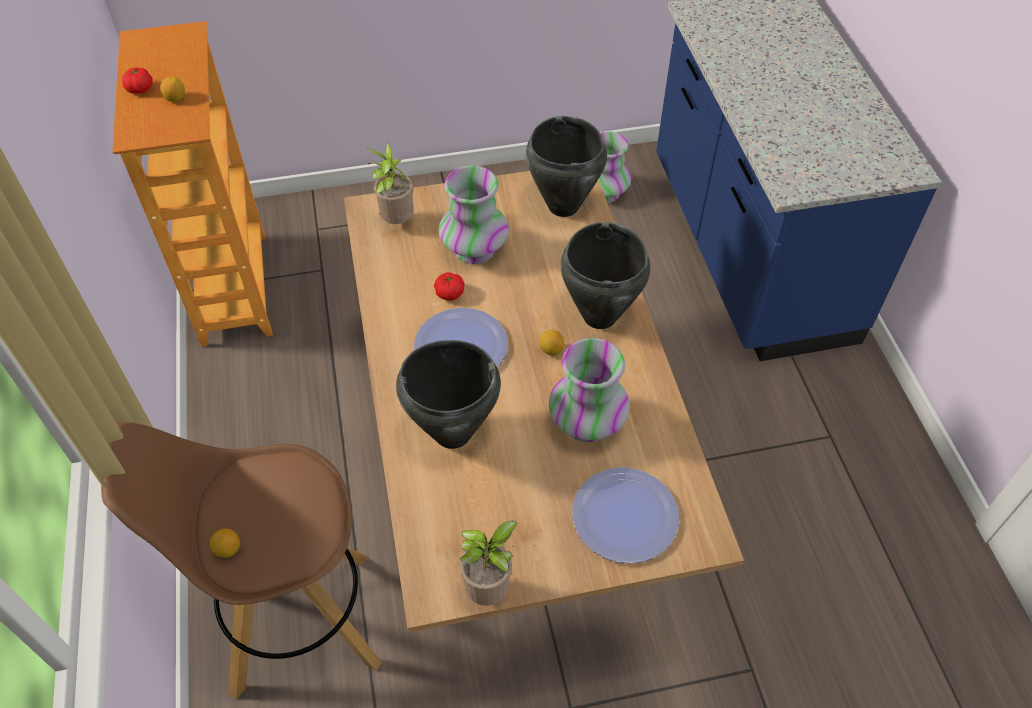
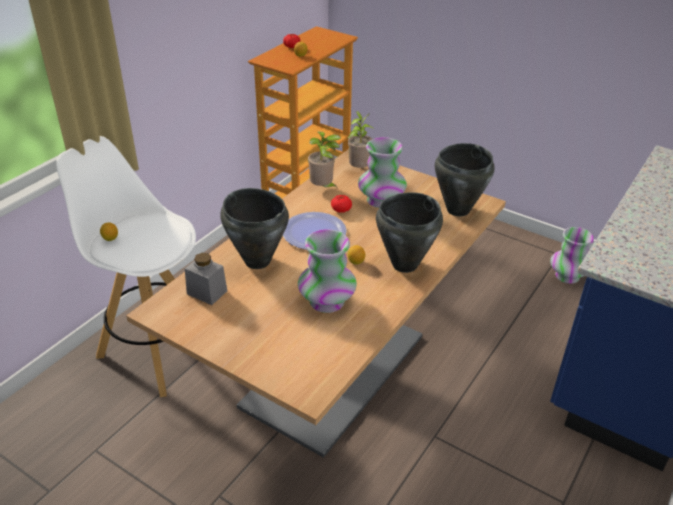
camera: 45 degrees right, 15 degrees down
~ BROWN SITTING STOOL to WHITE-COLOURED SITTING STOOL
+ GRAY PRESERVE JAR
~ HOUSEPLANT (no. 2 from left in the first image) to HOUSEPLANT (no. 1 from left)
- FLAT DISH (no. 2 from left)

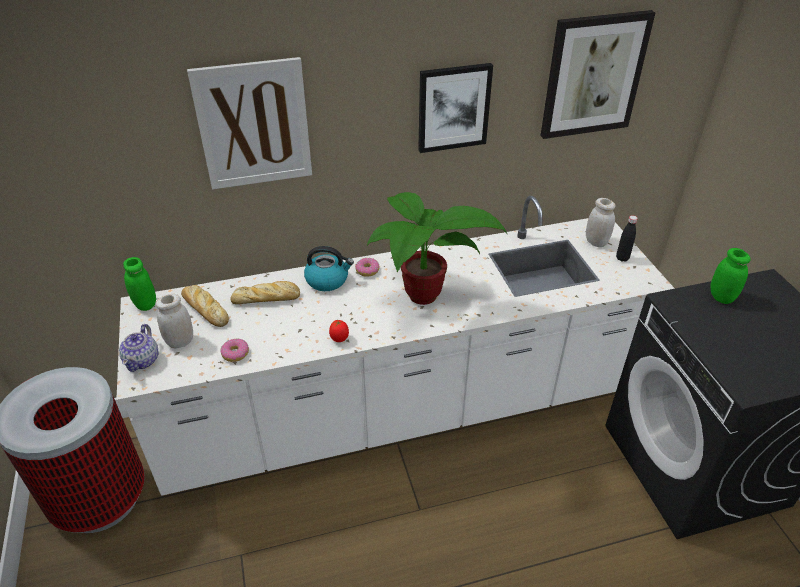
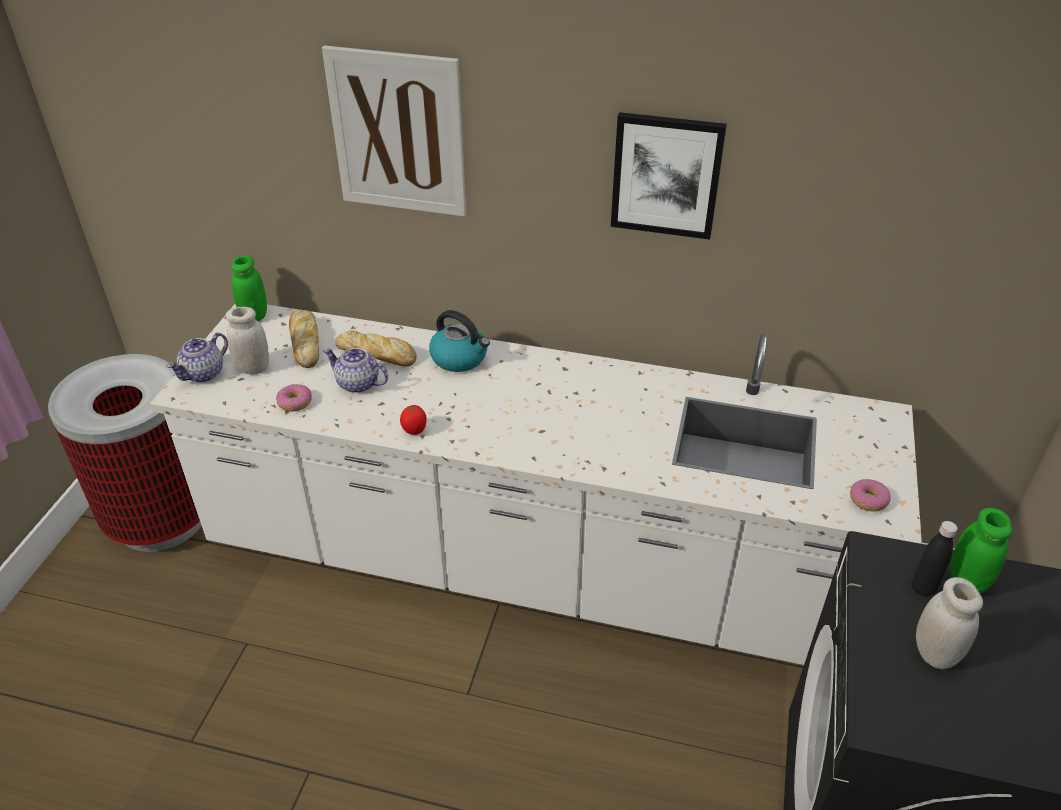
camera: 30 degrees right, 0 degrees up
+ POT FOR TEA (no. 2 from left)
~ DONUT (no. 2 from left)
~ BLACKISH DRINK BOTTLE
~ WHITE-COLOURED PRESERVE JAR (no. 2 from left)
- HOUSEPLANT
- WALL PICTURE (no. 3 from left)

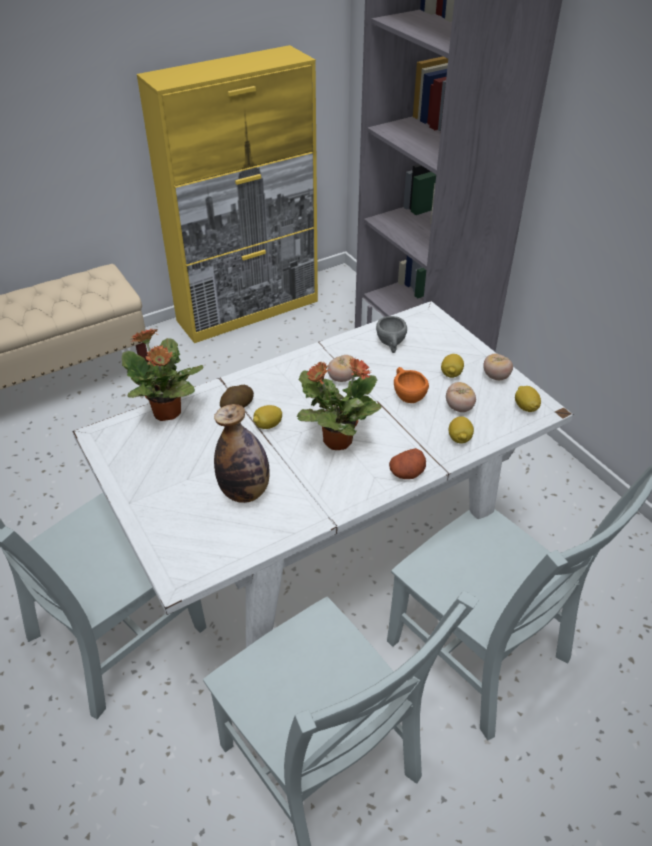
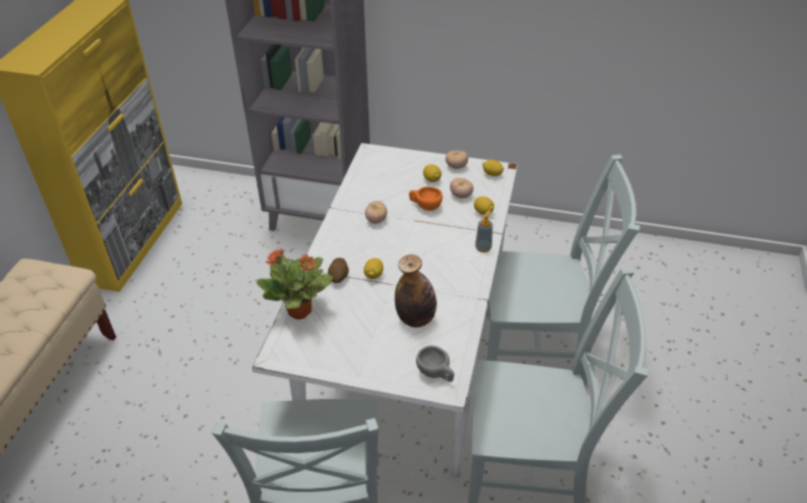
camera: 45 degrees left, 0 degrees up
~ GRAY DRINKING CUP
~ WHOLE POTATO (no. 2 from left) to SOAP DISPENSER
- HOUSEPLANT (no. 2 from left)

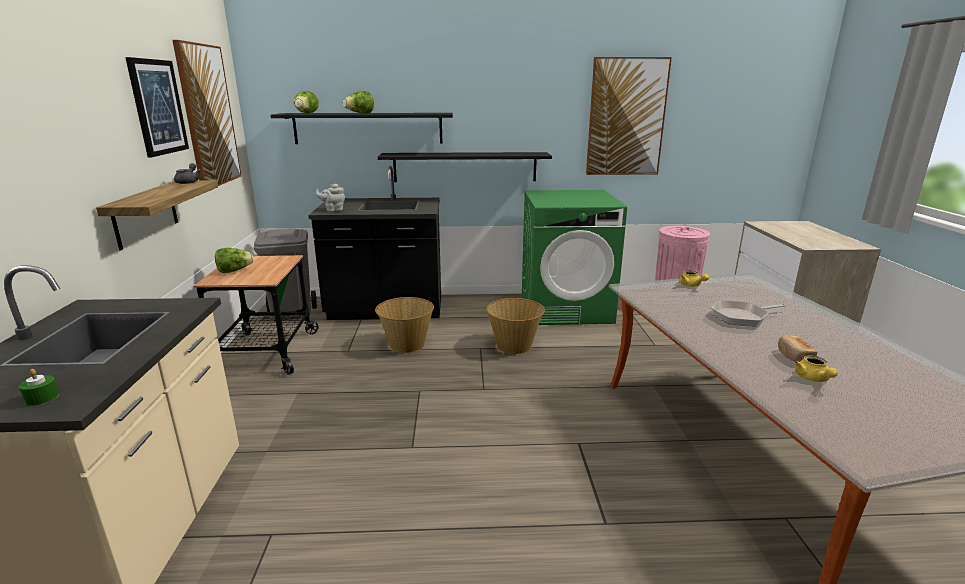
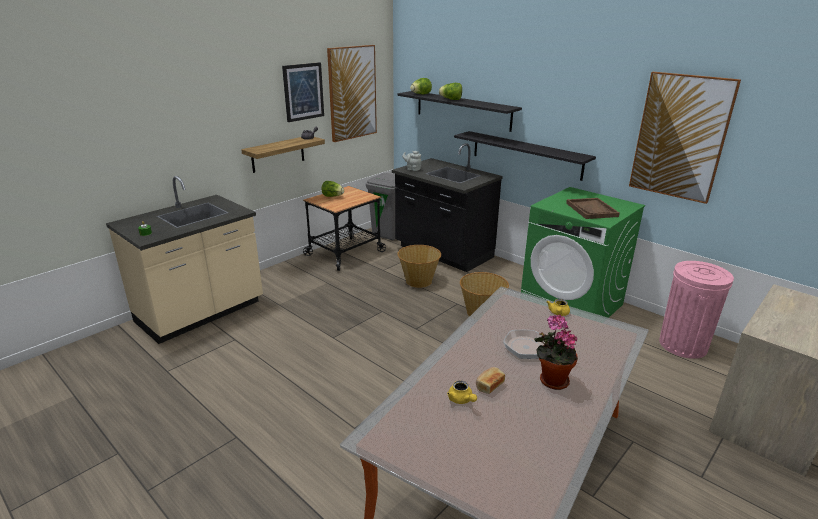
camera: 45 degrees right, 5 degrees up
~ YELLOW POT FOR TEA (no. 2 from left in the first image) 75 degrees counterclockwise
+ HOUSEPLANT
+ BROWN CARRYING TRAY

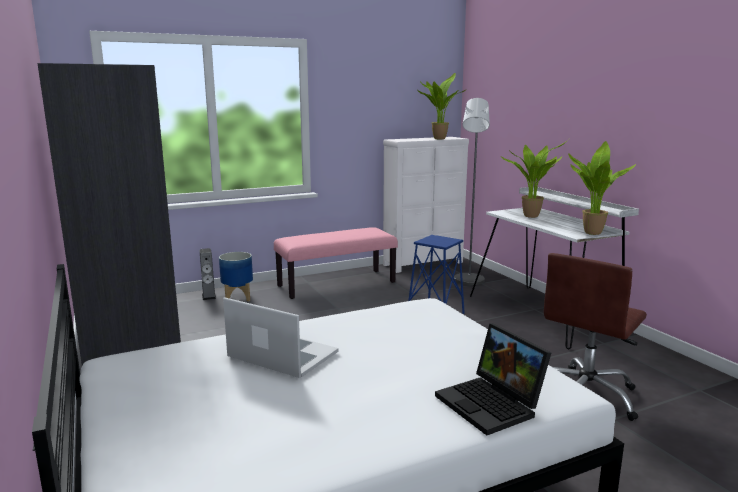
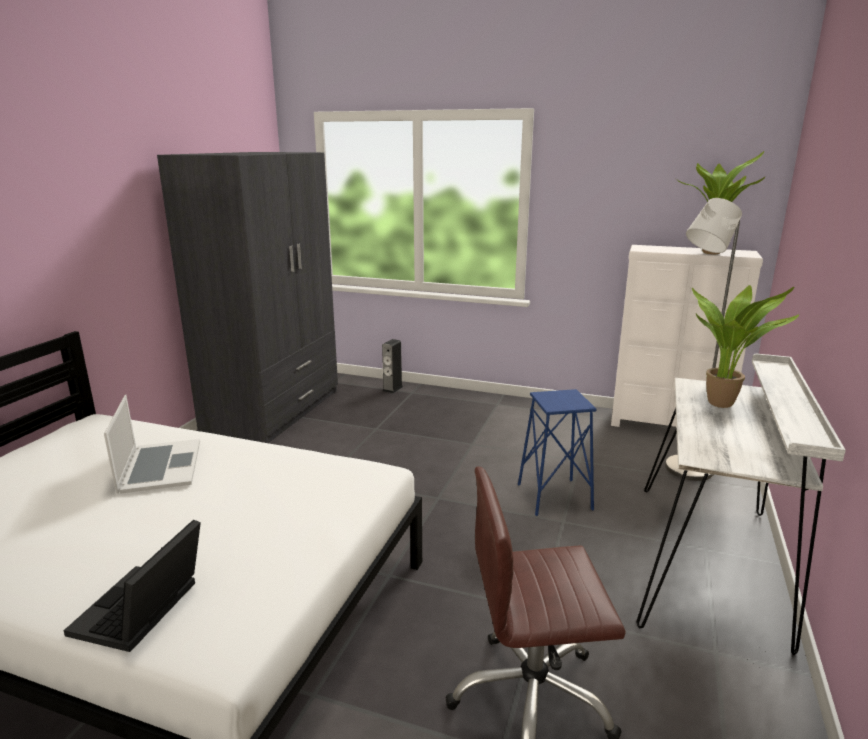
camera: 45 degrees right, 5 degrees up
- PLANT POT
- PINK-COLOURED BENCH
- HOUSEPLANT (no. 3 from left)

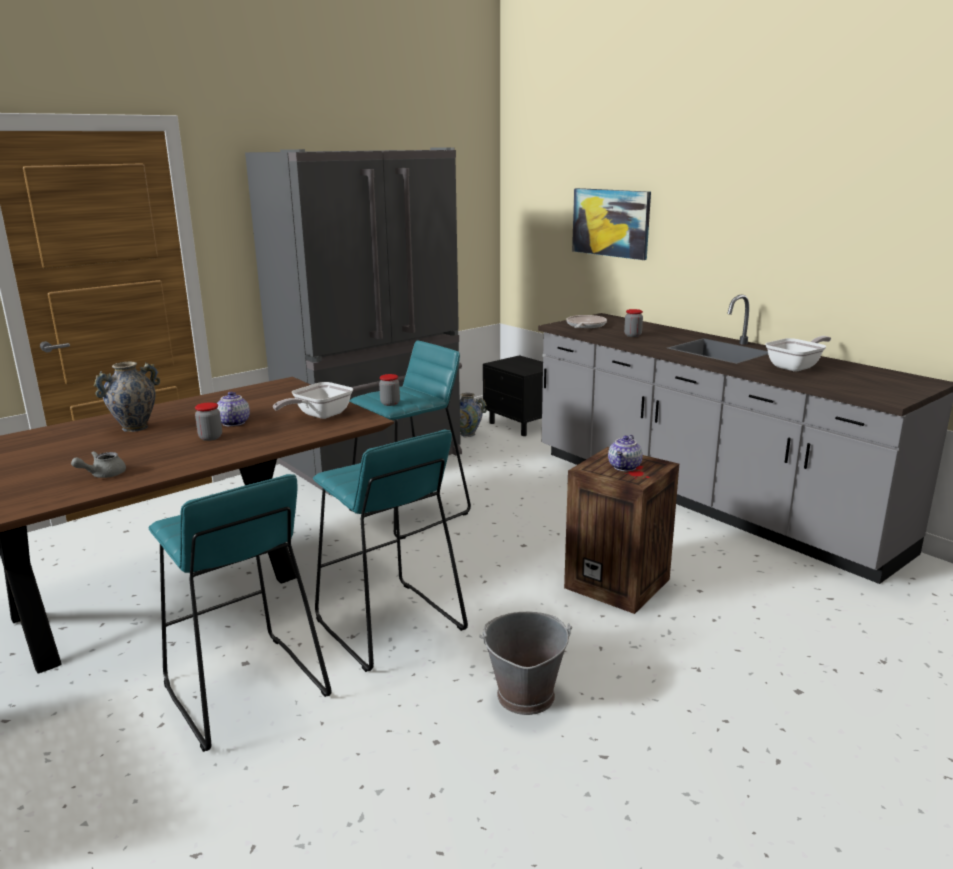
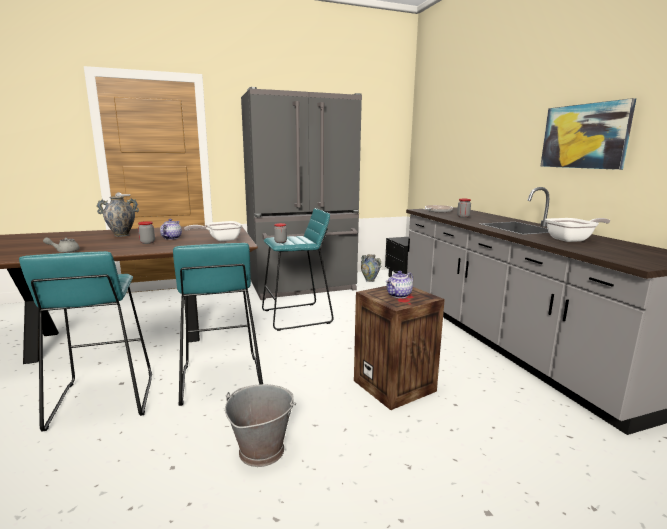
camera: 20 degrees right, 5 degrees down
~ WALL PICTURE

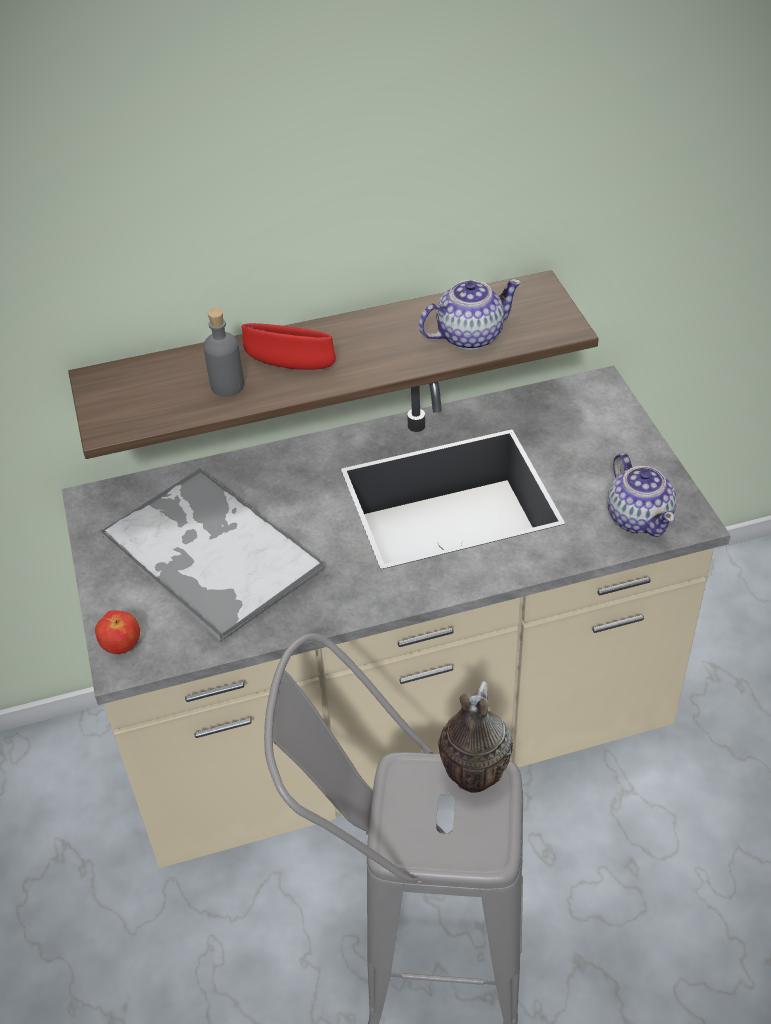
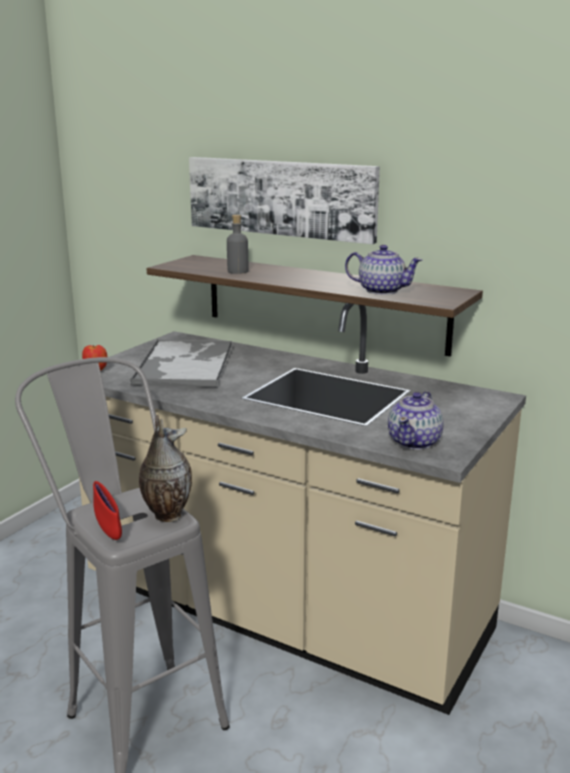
camera: 45 degrees right, 25 degrees down
~ REDDISH BOWL
+ WALL PICTURE

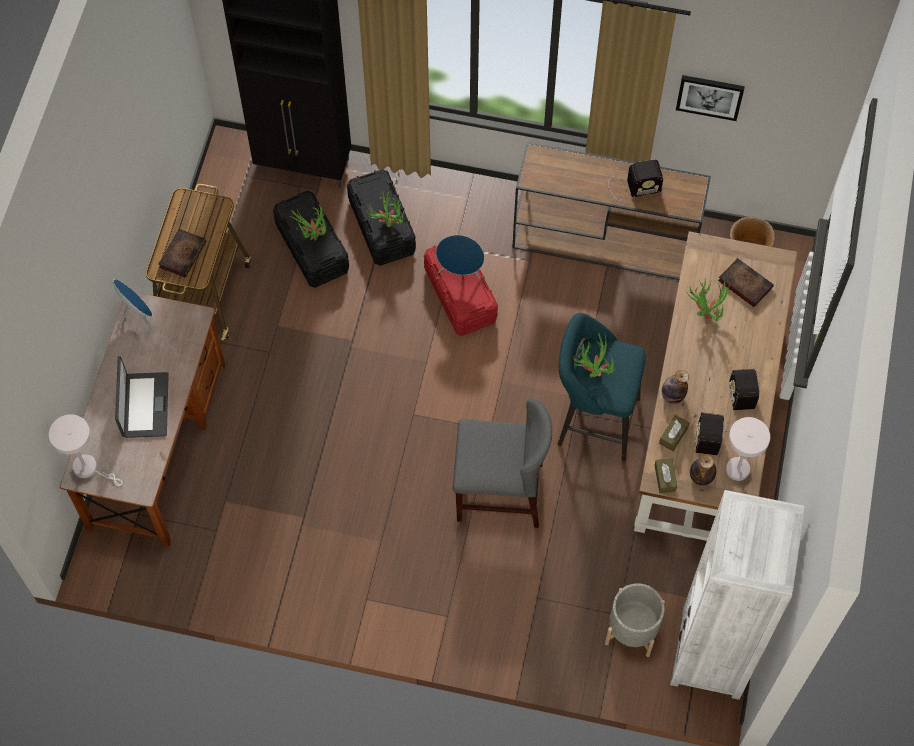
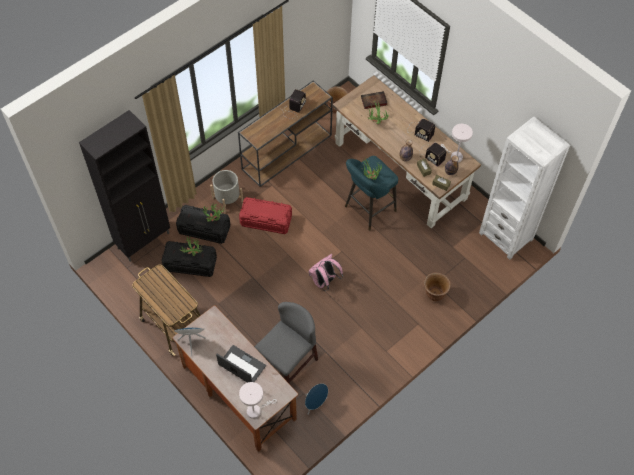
camera: 55 degrees left, 5 degrees down
~ GRAY PLANT POT
~ GRAY CHAIR
~ BLUE AUDIO SPEAKER (no. 2 from left)
+ PINK-COLOURED KNAPSACK
+ BROWN PLANT POT (no. 2 from left)
- BOOK (no. 1 from left)
- WALL PICTURE

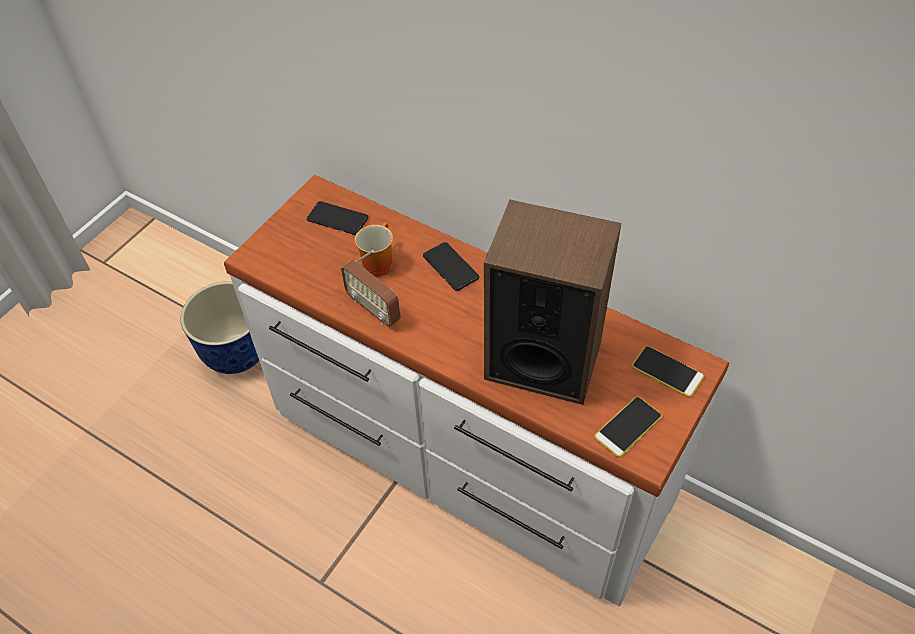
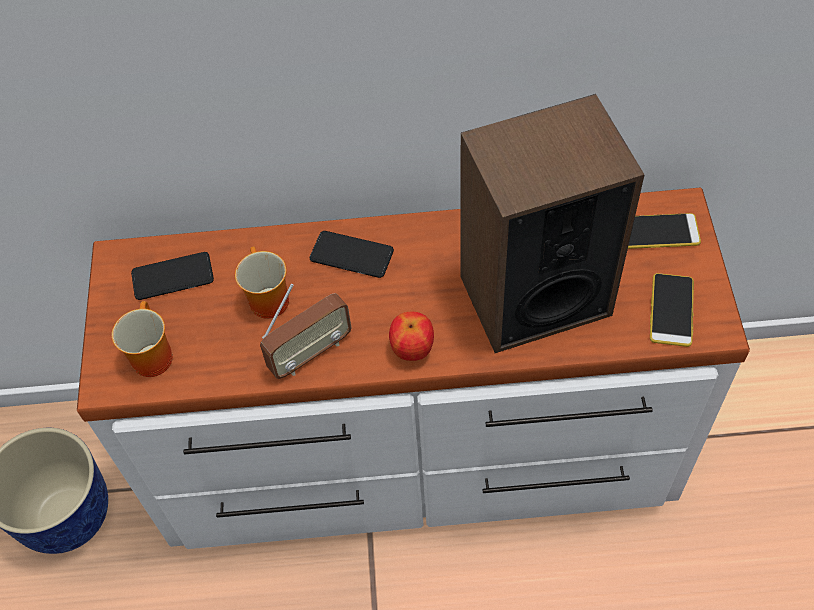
camera: 35 degrees left, 5 degrees up
+ MUG (no. 1 from left)
~ RADIO SET 45 degrees counterclockwise
+ APPLE

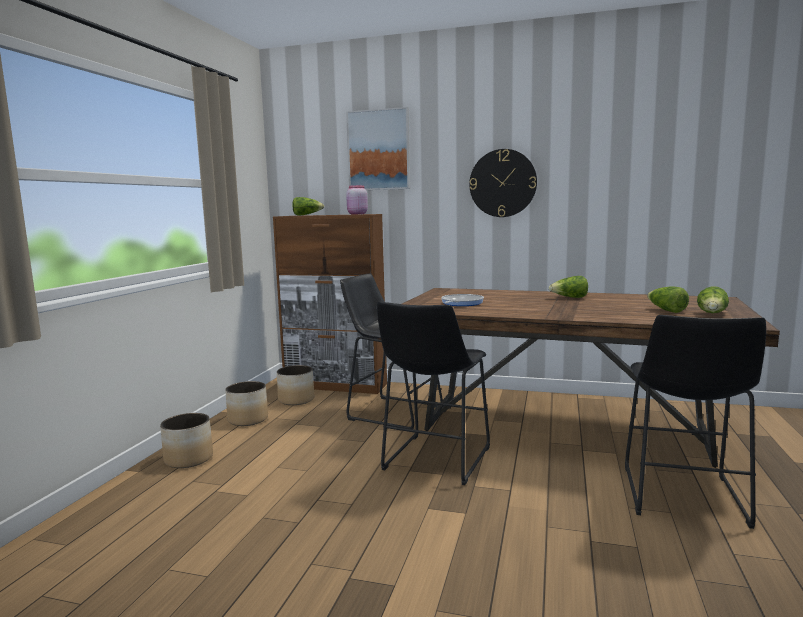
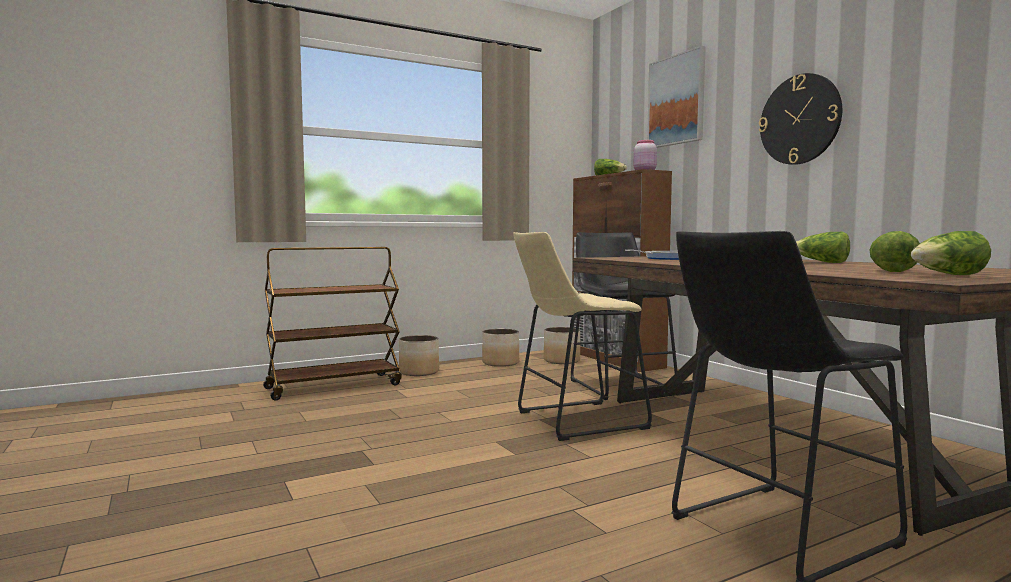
camera: 45 degrees right, 5 degrees down
+ BROWN TROLLEY
~ BLACKISH SITTING STOOL (no. 2 from left) to BEIGE-COLOURED SITTING STOOL

